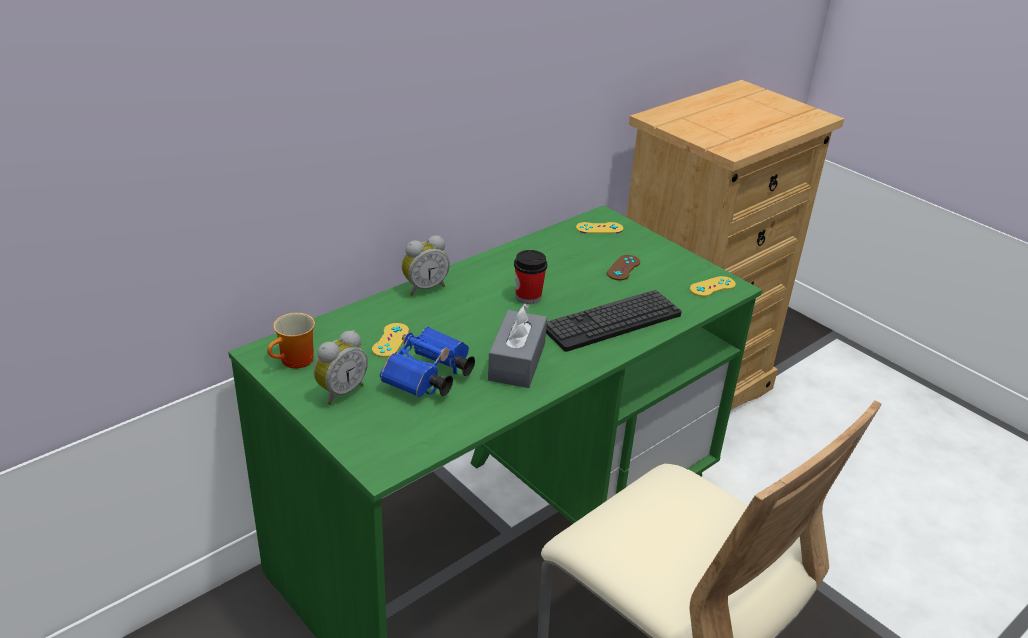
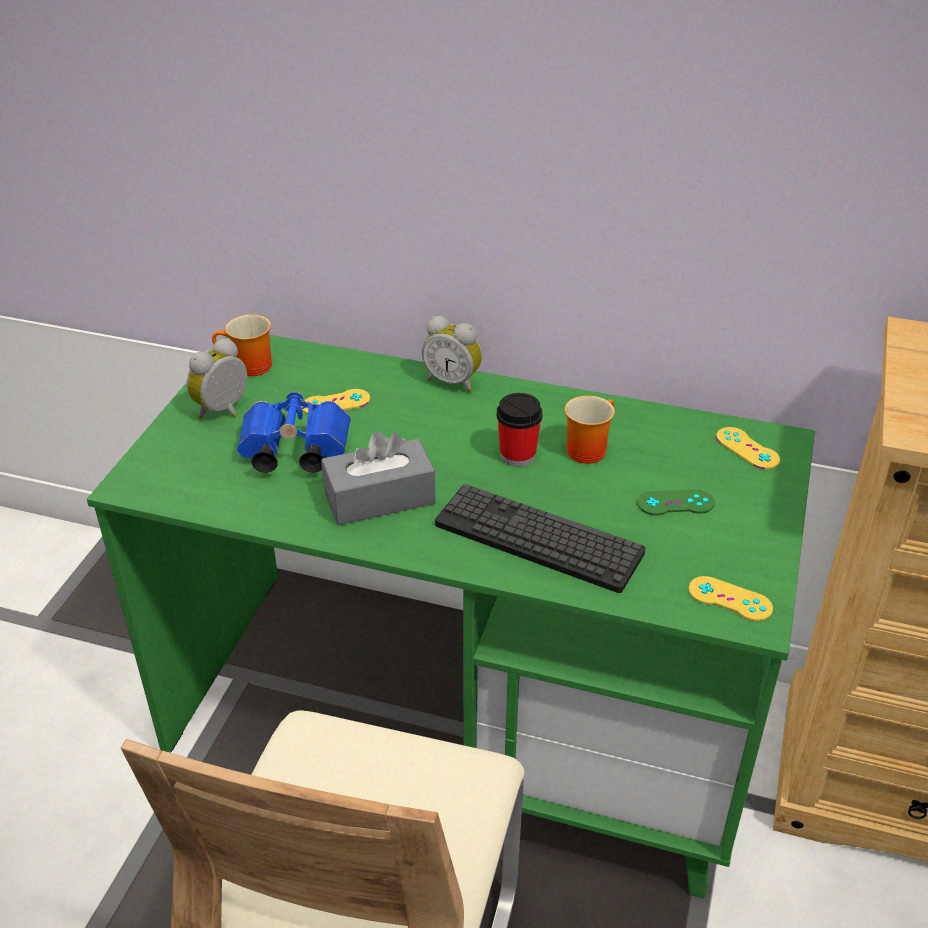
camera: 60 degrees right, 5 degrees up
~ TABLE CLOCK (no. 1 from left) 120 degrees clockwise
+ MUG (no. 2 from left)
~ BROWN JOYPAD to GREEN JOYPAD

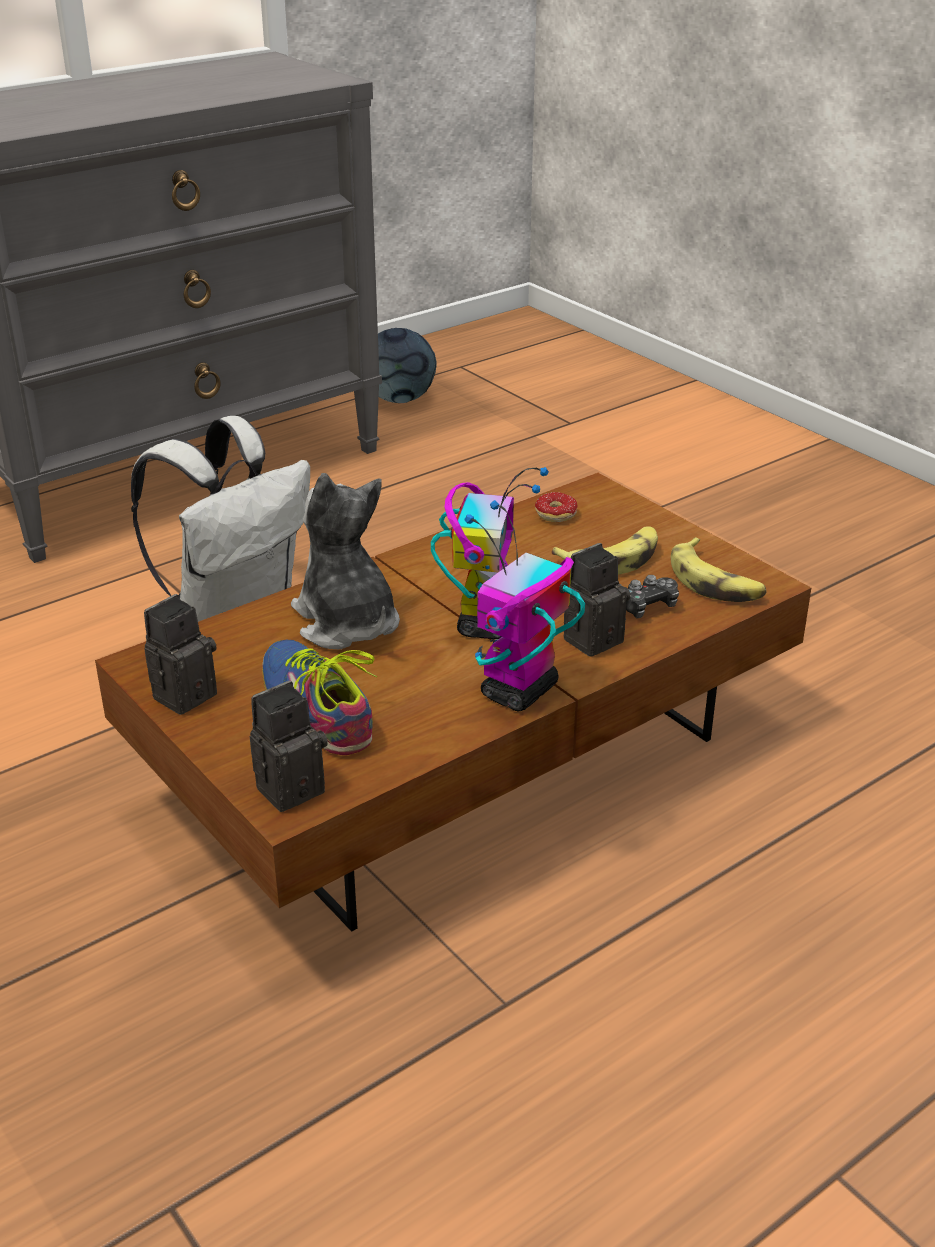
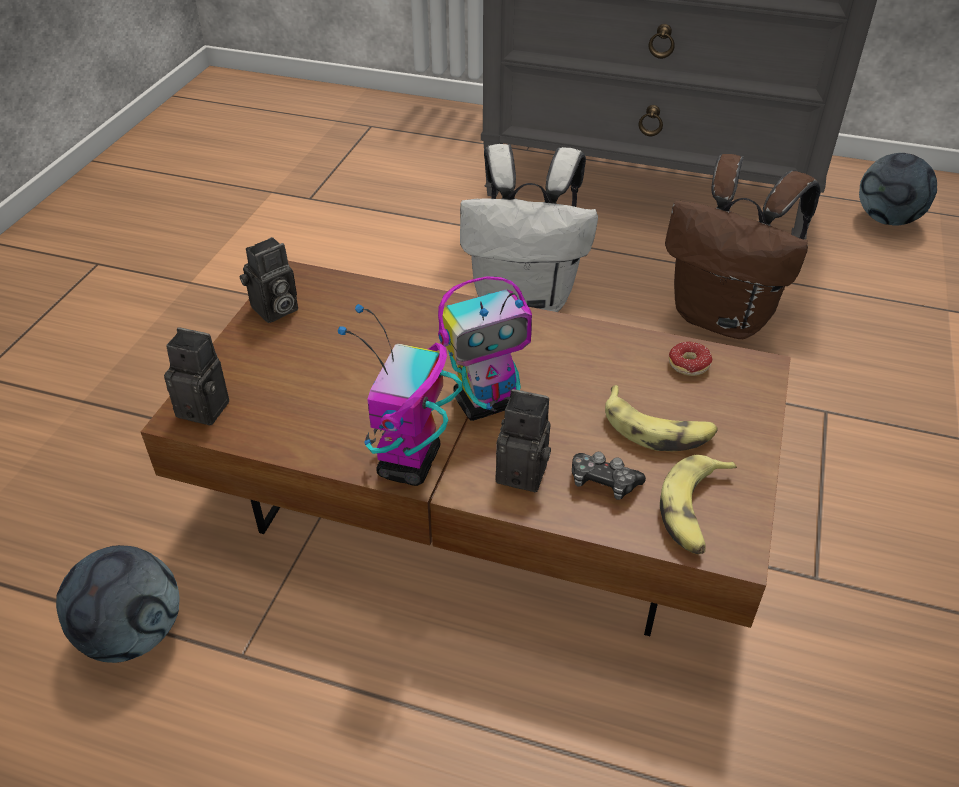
camera: 55 degrees right, 10 degrees up
+ FOOTBALL (no. 1 from left)
~ STILL CAMERA (no. 1 from left in the first image) 135 degrees clockwise
~ MODEL ROBOT (no. 2 from left in the first image) 75 degrees counterclockwise
+ BROWN KNAPSACK
- SHOE
- PLUSH TOY

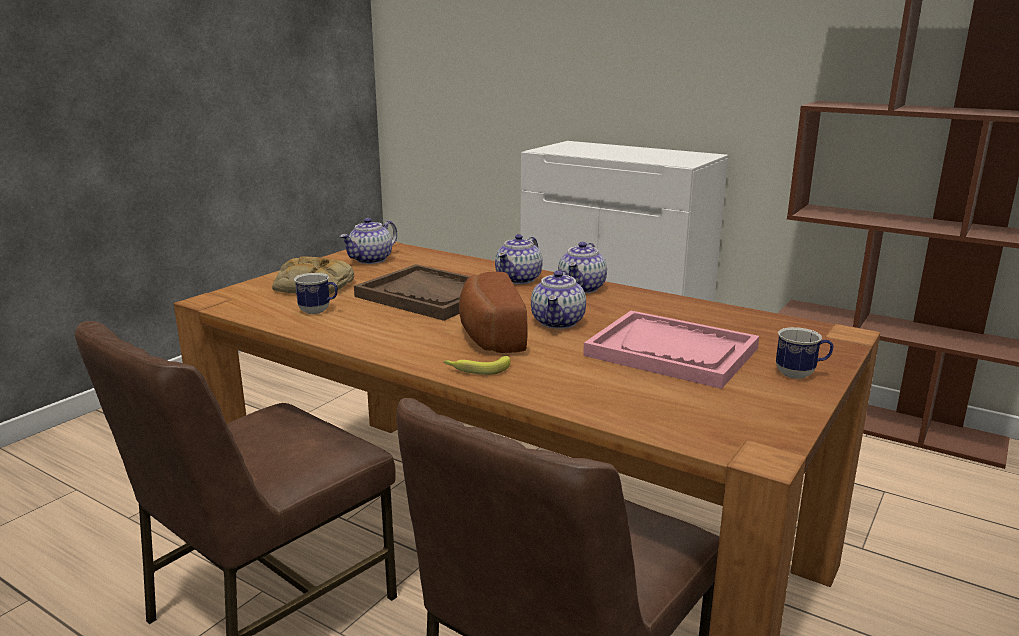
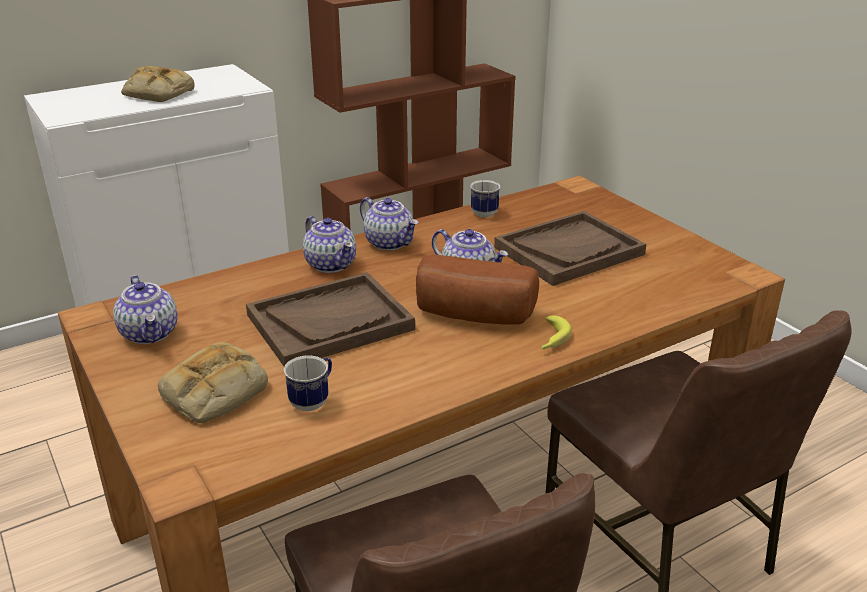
camera: 65 degrees left, 10 degrees up
+ BAKERY BREAD (no. 1 from left)
~ MUG (no. 2 from left)
~ PINK-COLOURED CARRYING TRAY to BROWN CARRYING TRAY (no. 2 from left)

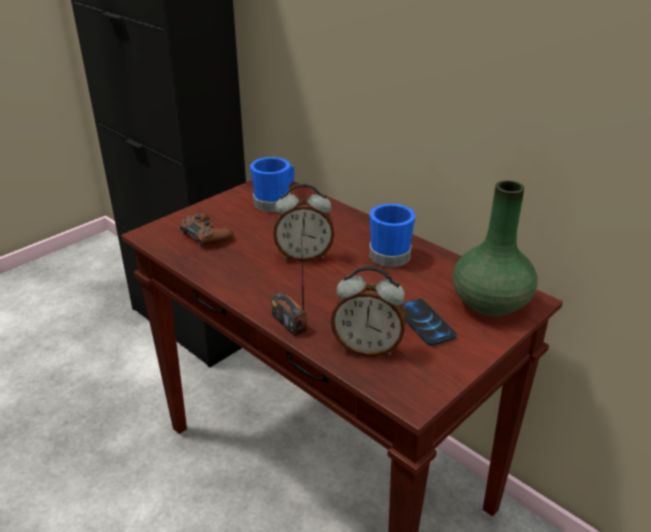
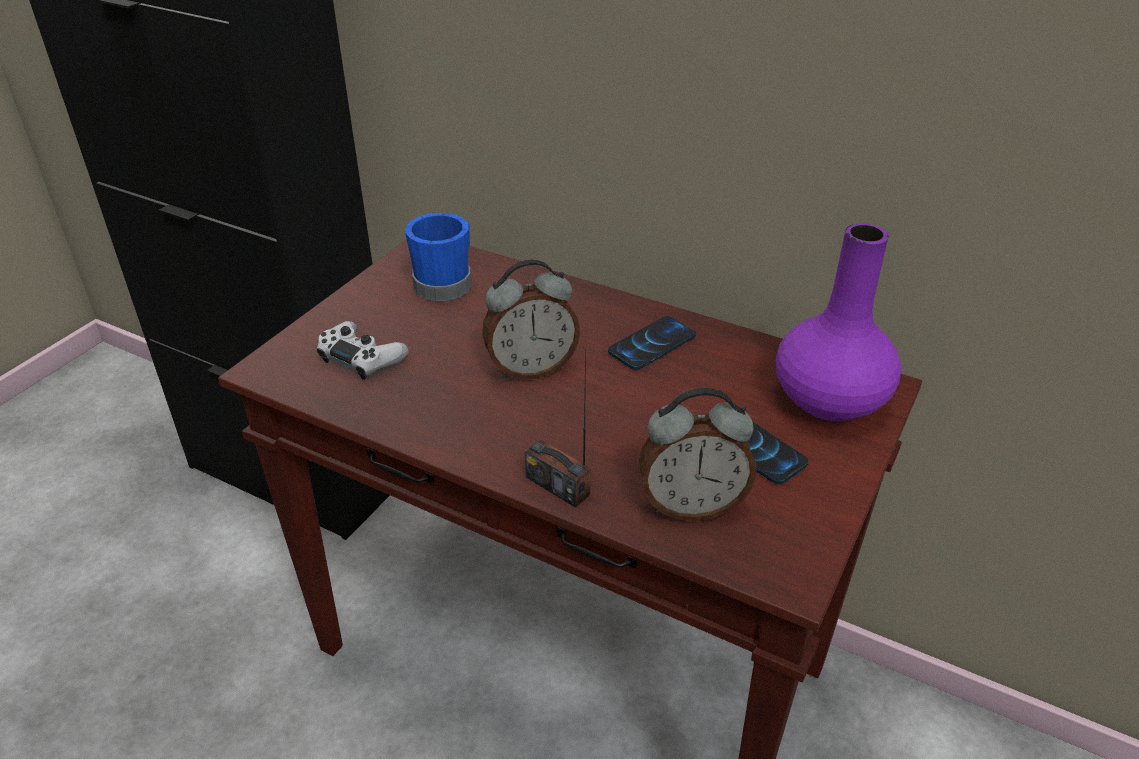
camera: 15 degrees left, 5 degrees up
~ BROWN JOYPAD to WHITE-COLOURED JOYPAD
~ BLUE MUG (no. 2 from left) to PHONE (no. 1 from left)
~ GREEN FLOWER VASE to PURPLISH FLOWER VASE

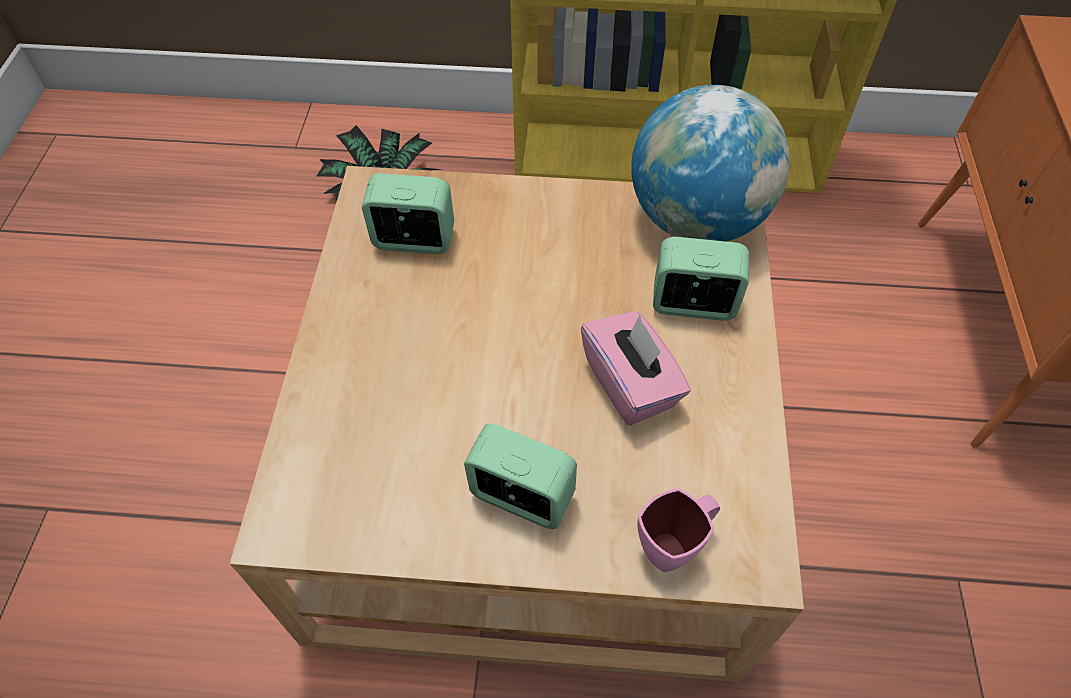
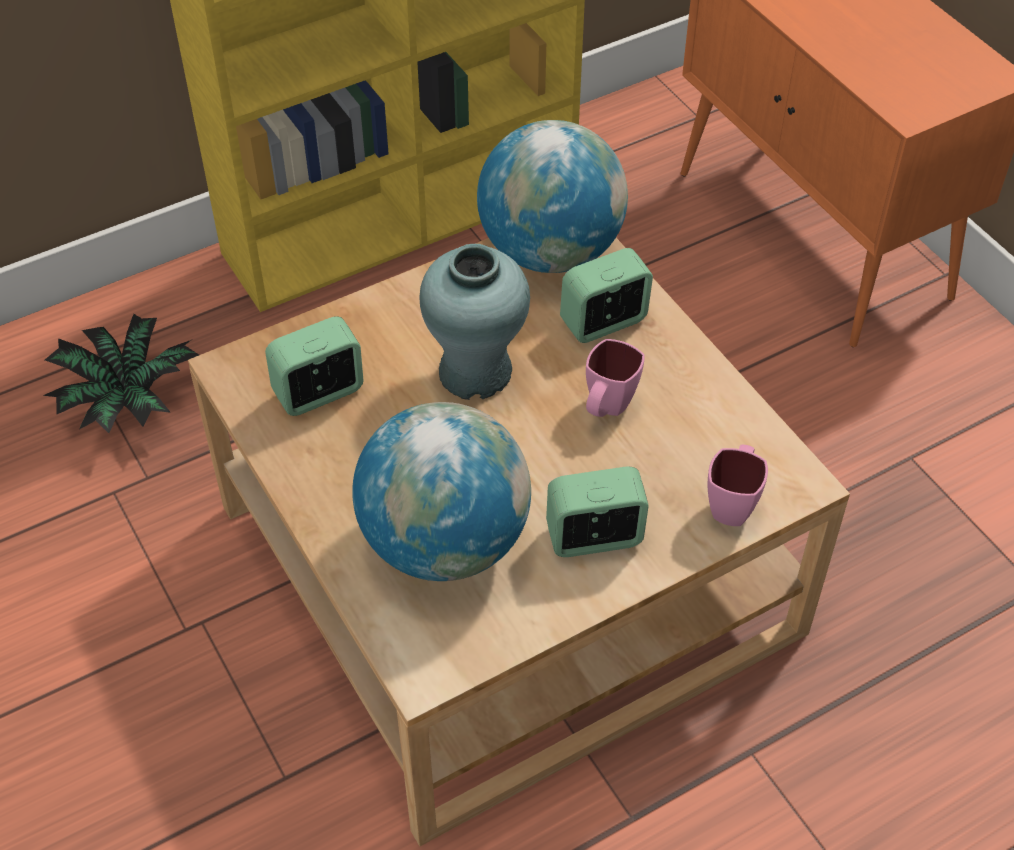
camera: 35 degrees left, 5 degrees down
+ GLOBE (no. 1 from left)
+ BLUE-GREEN FLOWER VASE
~ PINK-COLOURED TISSUE HOLDER to PINK-COLOURED MUG (no. 1 from left)

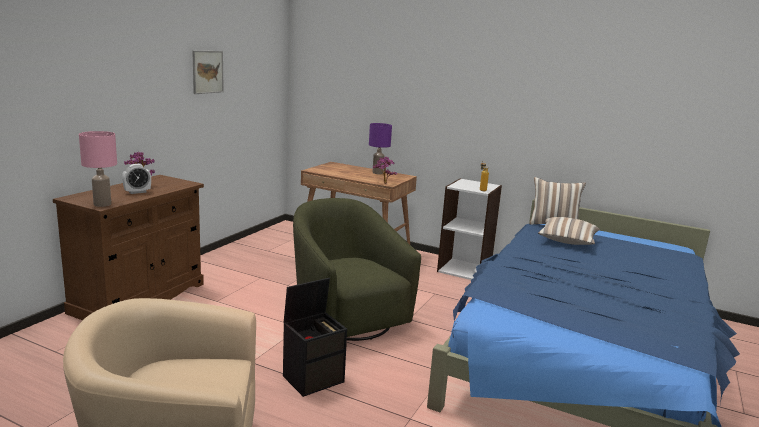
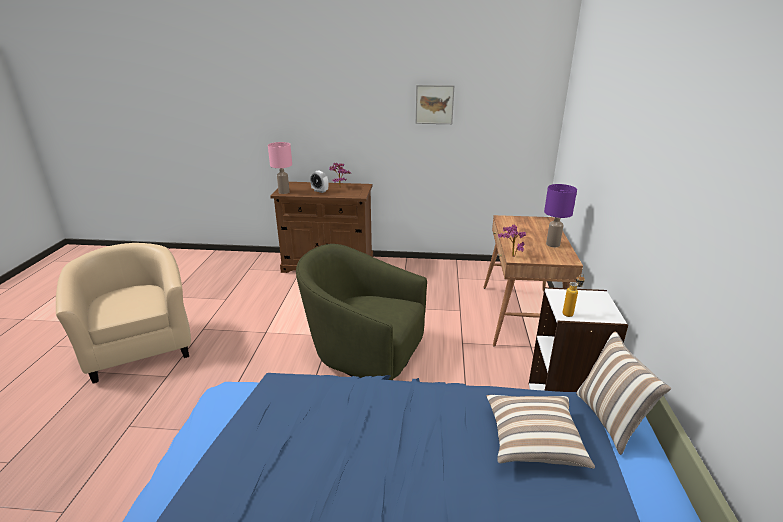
camera: 70 degrees right, 10 degrees up
~ GREEN LOUNGE CHAIR 105 degrees counterclockwise
- BLACKISH STORAGE BOX

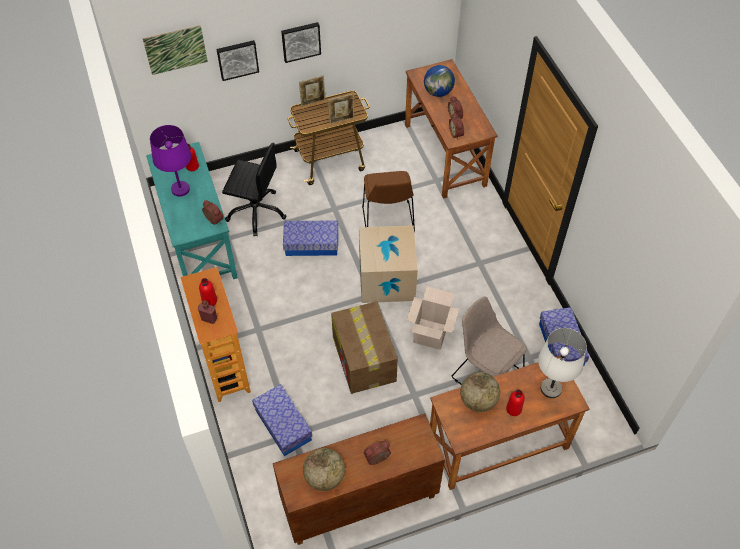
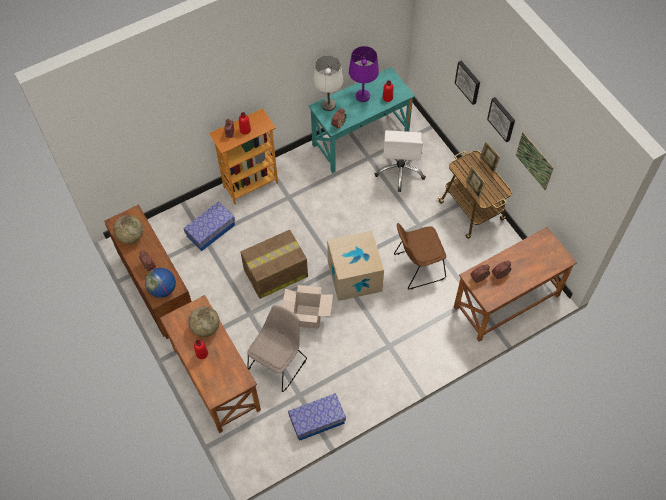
camera: 80 degrees right, 5 degrees up
~ GLOBE (no. 2 from left)
~ WHITE-COLOURED TABLE LAMP
~ BLACKISH OFFICE CHAIR to WHITE-COLOURED OFFICE CHAIR
~ WALL PICTURE (no. 1 from left in the first image) to WALL PICTURE (no. 3 from left)
- STORAGE BOX (no. 2 from left)

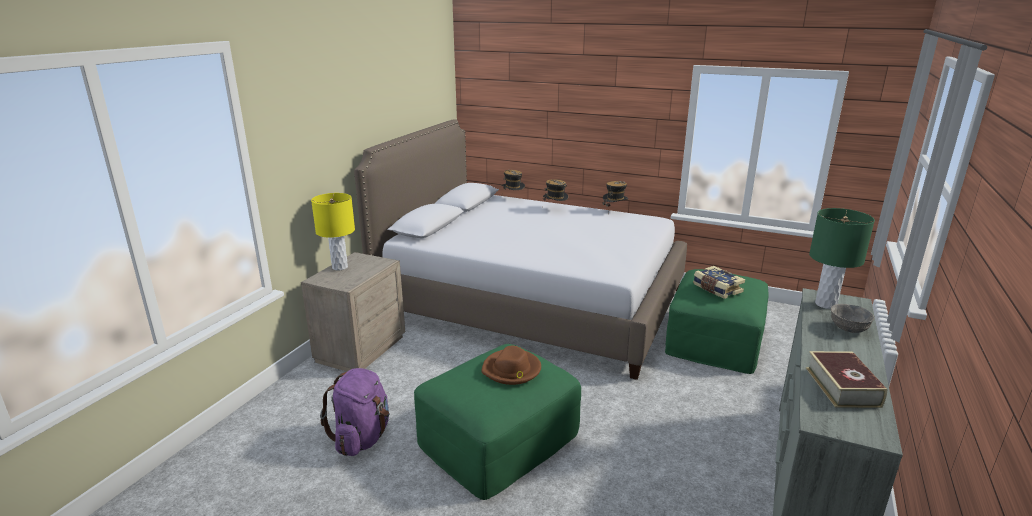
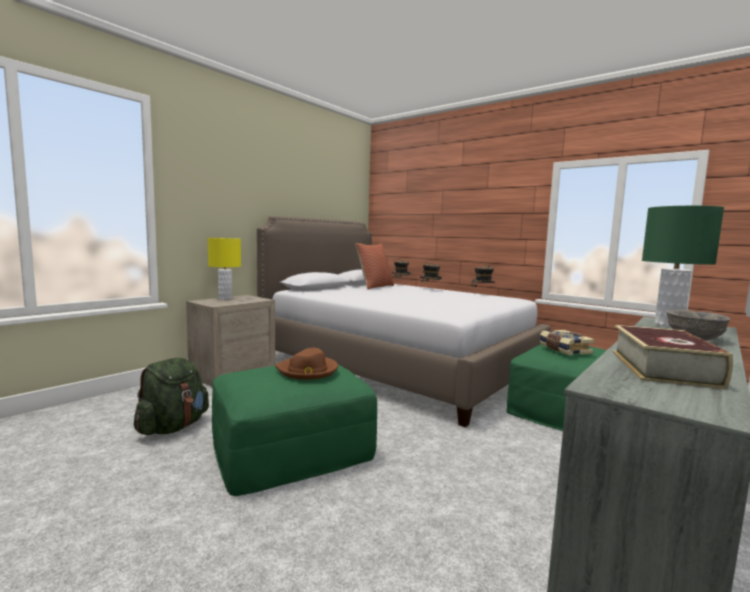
camera: 15 degrees right, 15 degrees down
~ PURPLISH KNAPSACK to GREEN KNAPSACK
+ CUSHION

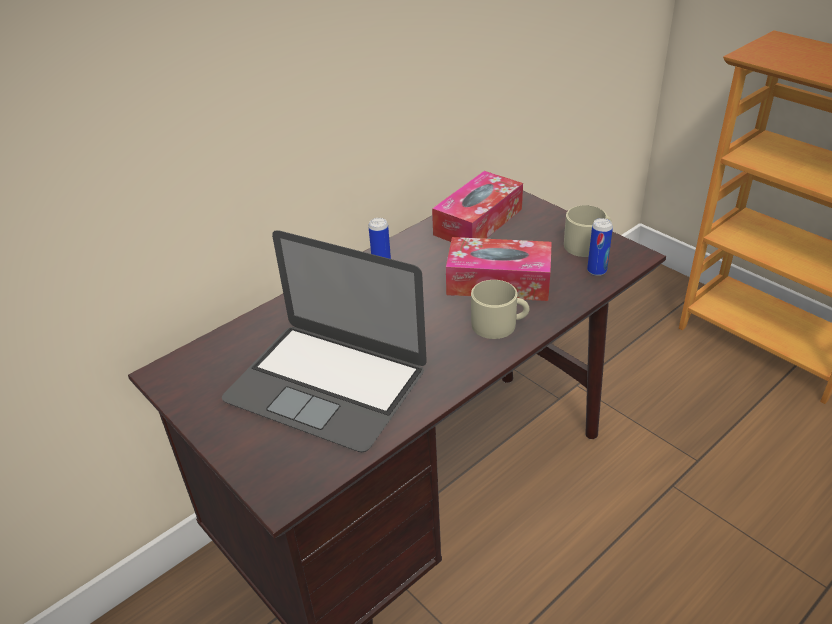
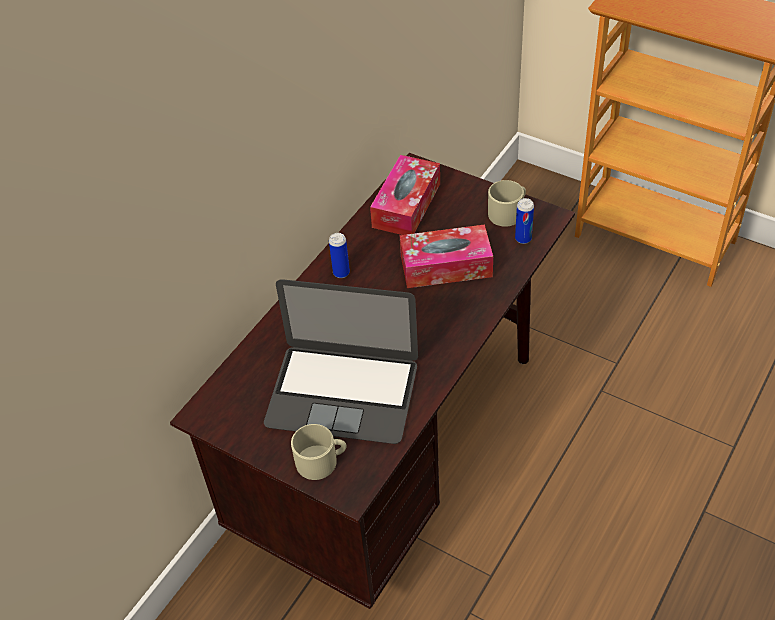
camera: 15 degrees left, 10 degrees up
~ BEIGE-COLOURED MUG (no. 1 from left)

